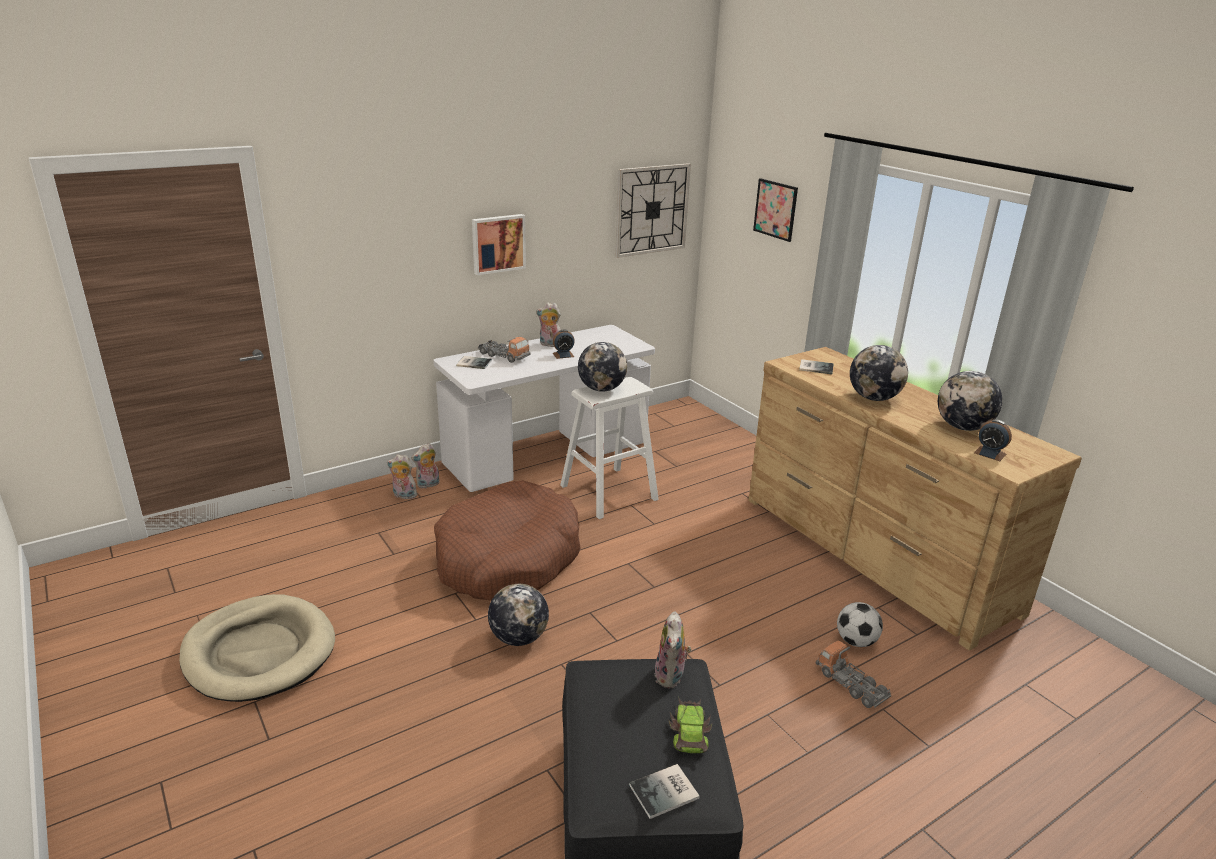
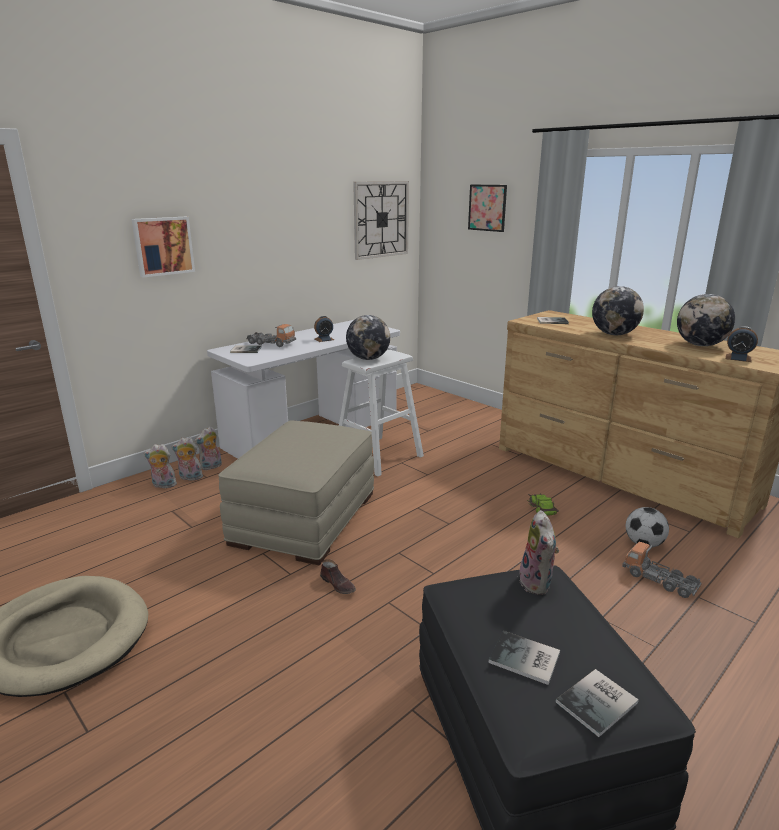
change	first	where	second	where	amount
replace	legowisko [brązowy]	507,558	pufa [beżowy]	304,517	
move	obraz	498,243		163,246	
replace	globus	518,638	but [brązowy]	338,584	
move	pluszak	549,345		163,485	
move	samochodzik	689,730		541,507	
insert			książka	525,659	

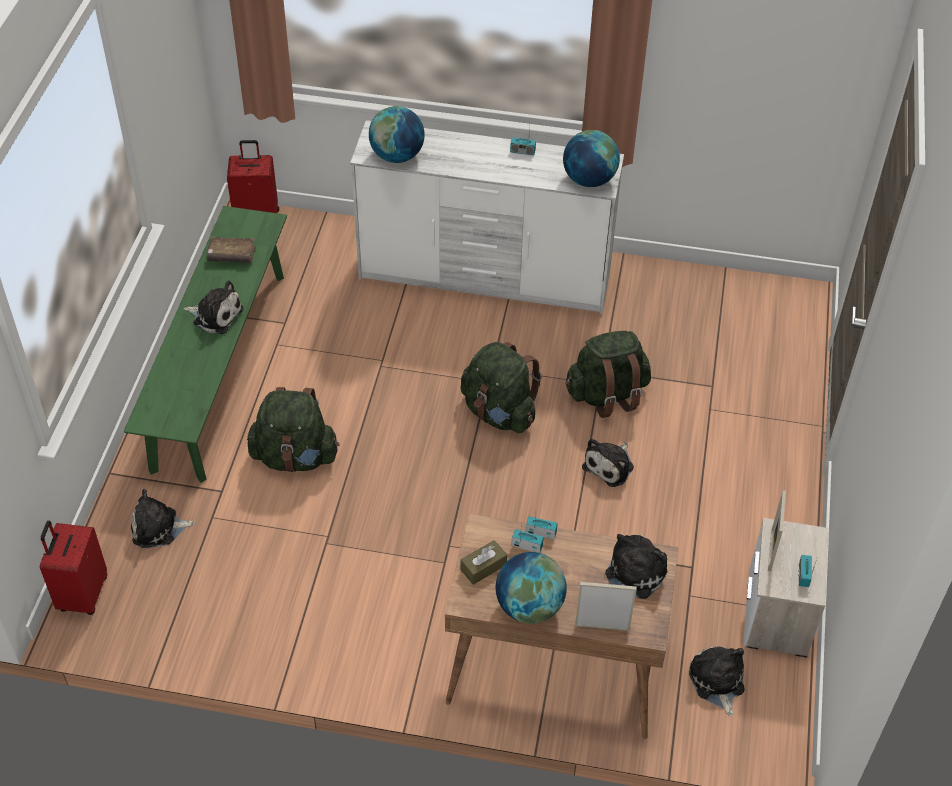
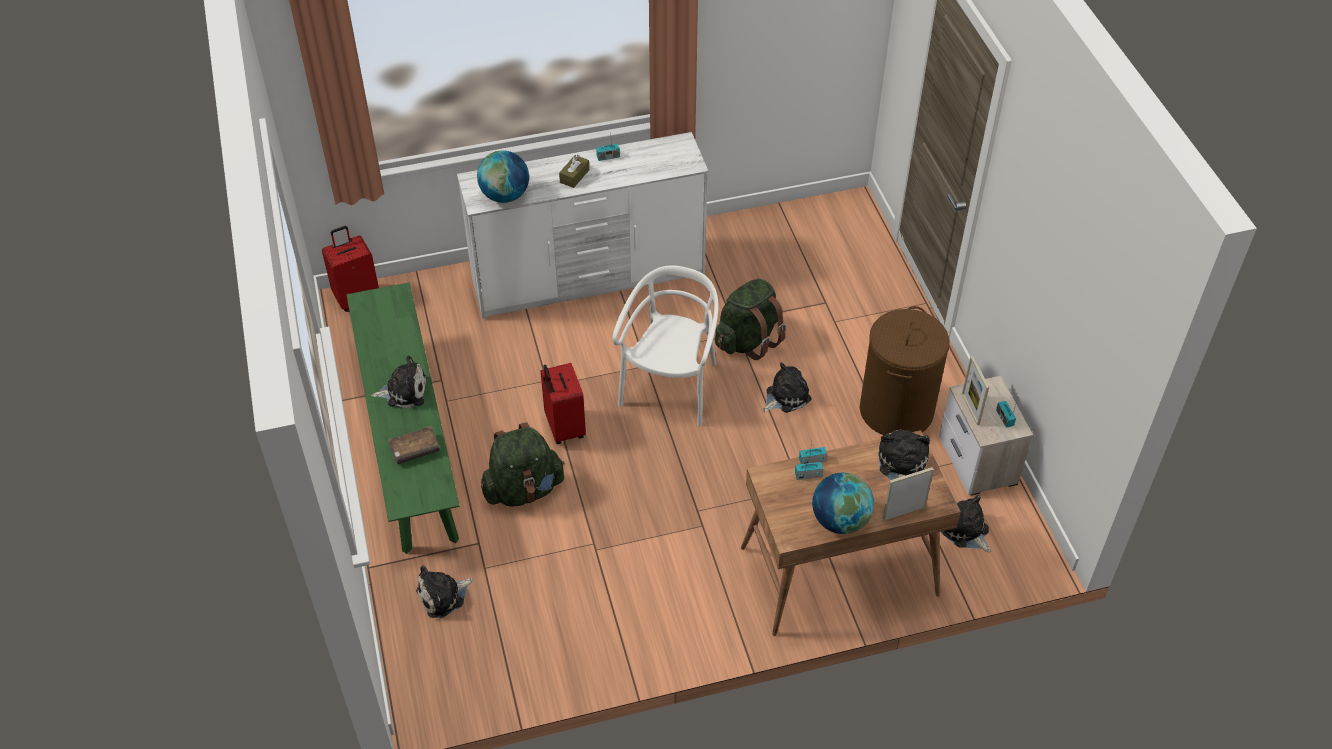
change	first	where	second	where	amount
move	walizka [czerwony]	82,594		563,428	
move	książka [brązowy]	231,255		415,450	
move	pudełko chusteczek [brązowy]	483,567		574,176	
replace	plecak [zielony]	499,412	krzesło [biały]	671,387	
delete	globus	589,180			
rotate	pluszak	610,466		785,396	135 degrees counterclockwise
insert			kosz na pranie [brązowy]	896,410	

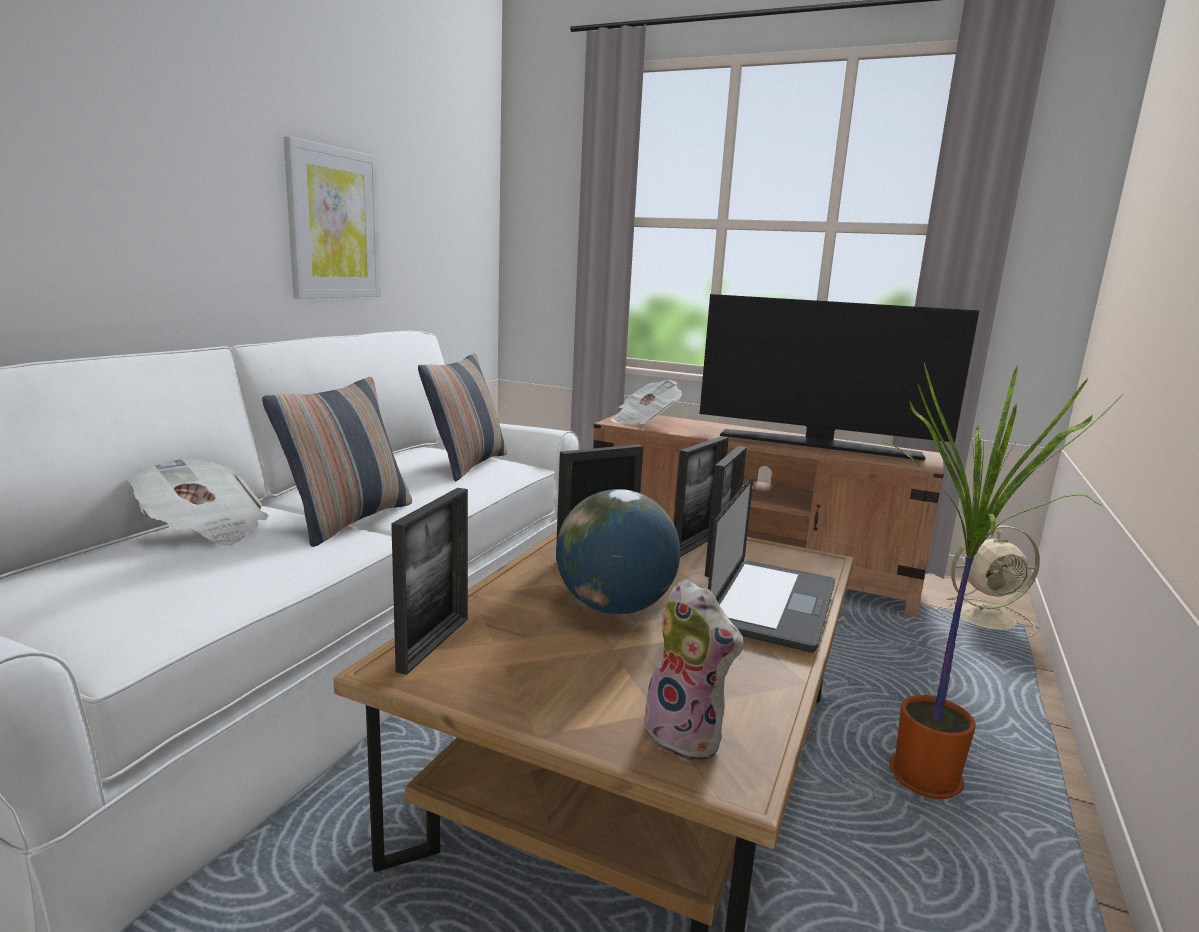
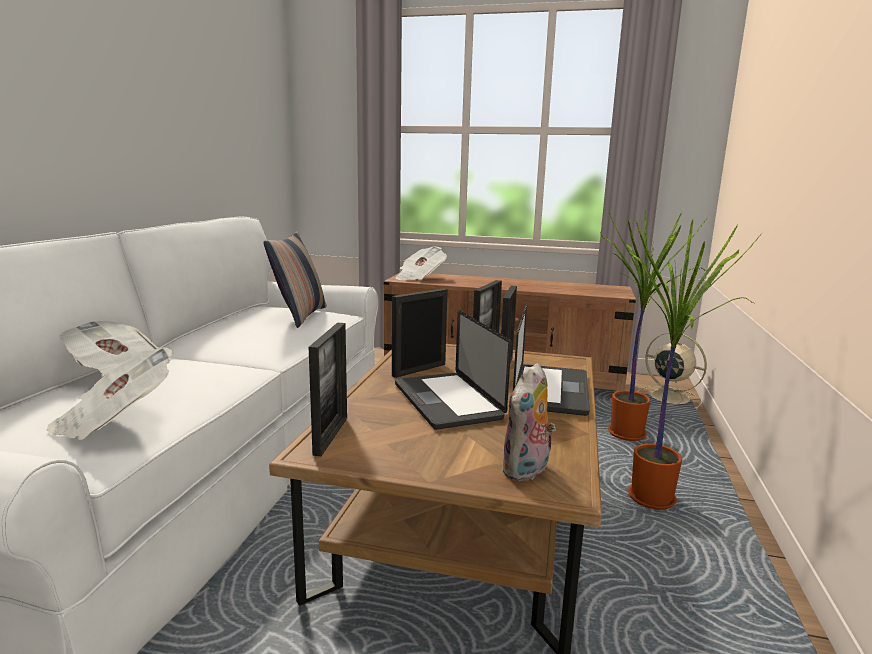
change	first	where	second	where	amount
delete	poduszka	348,520			
delete	obraz	334,224			
replace	globus	615,607	laptop	447,401	
rotate	pluszak	687,736		527,471	90 degrees clockwise
delete	telewizor	819,445			
rotate	wentylator [beżowy]	987,618		667,397	120 degrees counterclockwise
insert			gazeta	115,421	
insert			roślina doniczkowa	628,434	

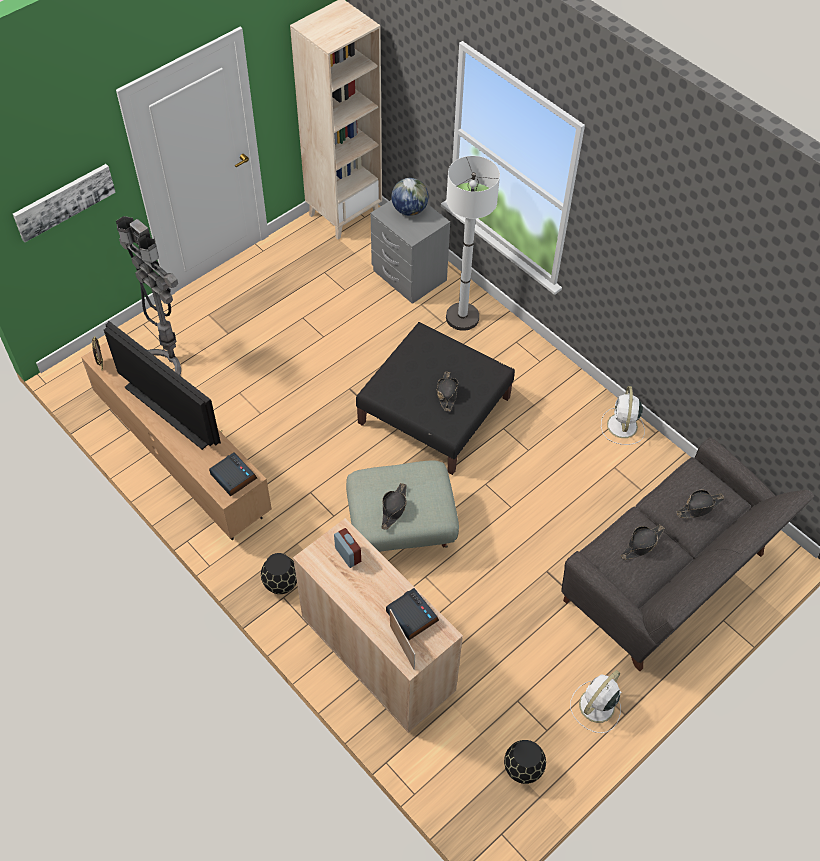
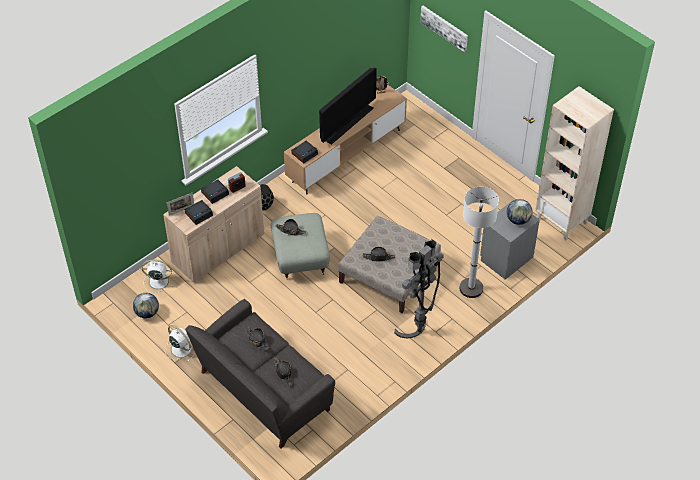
change	first	where	second	where	amount
move	lampa stojąca [szary]	169,361		417,330	
recolor	pufa [czarny]	433,411	pufa [beżowy]	389,273	
replace	wazon [czarny]	522,768	globus	147,313	
move	wentylator [biały]	622,427		158,281	
insert			budzik	215,193	

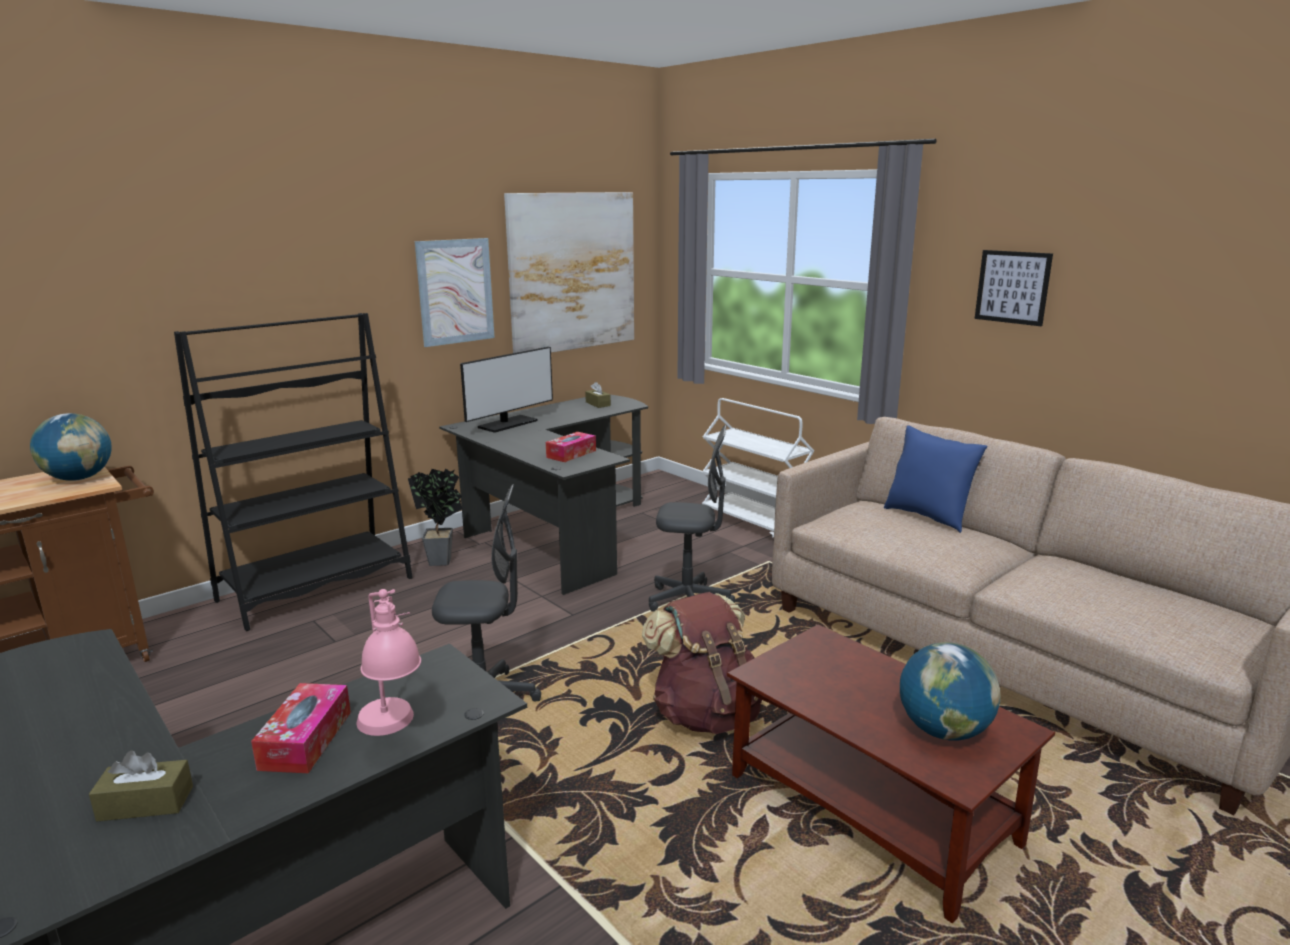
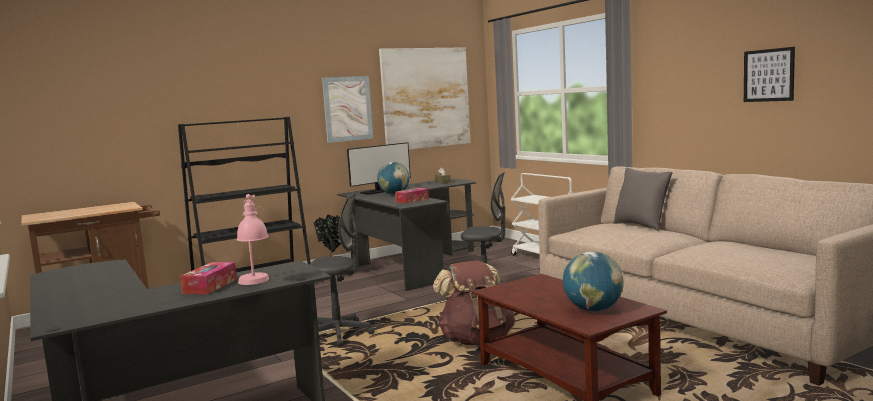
change	first	where	second	where	amount
move	globus	79,478		394,194	
delete	pudełko chusteczek [brązowy]	146,803			
recolor	poduszka [niebieski]	928,517	poduszka [szary]	641,226	
move	obraz	1012,287		768,75	

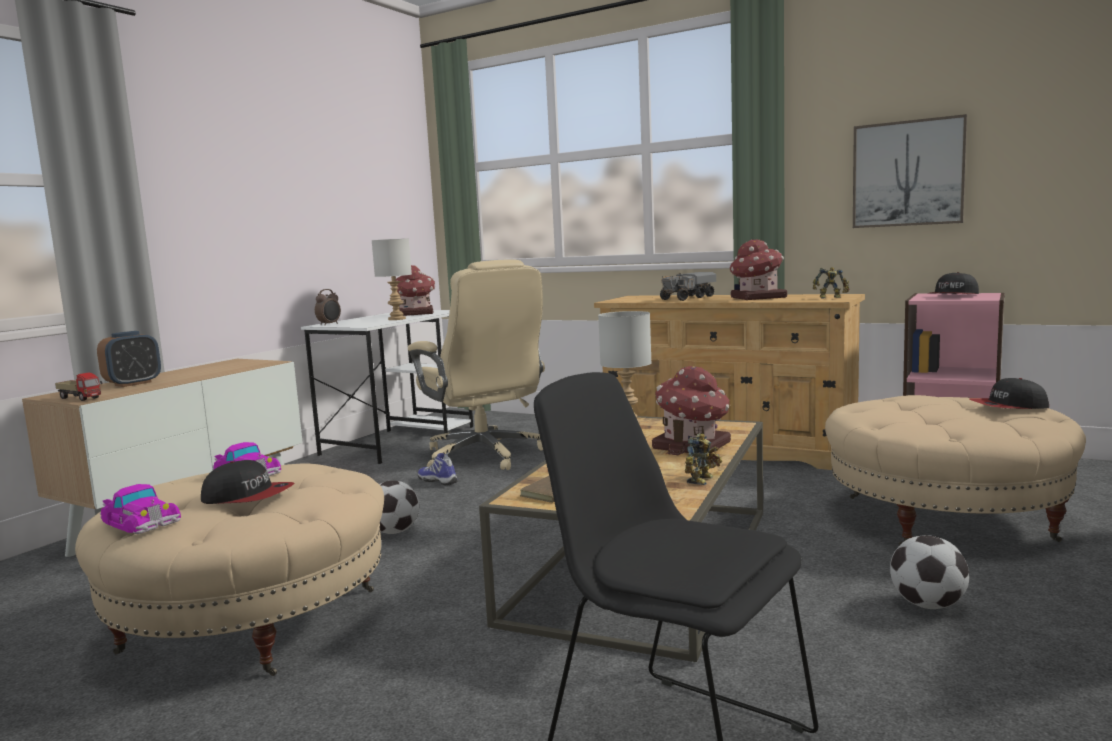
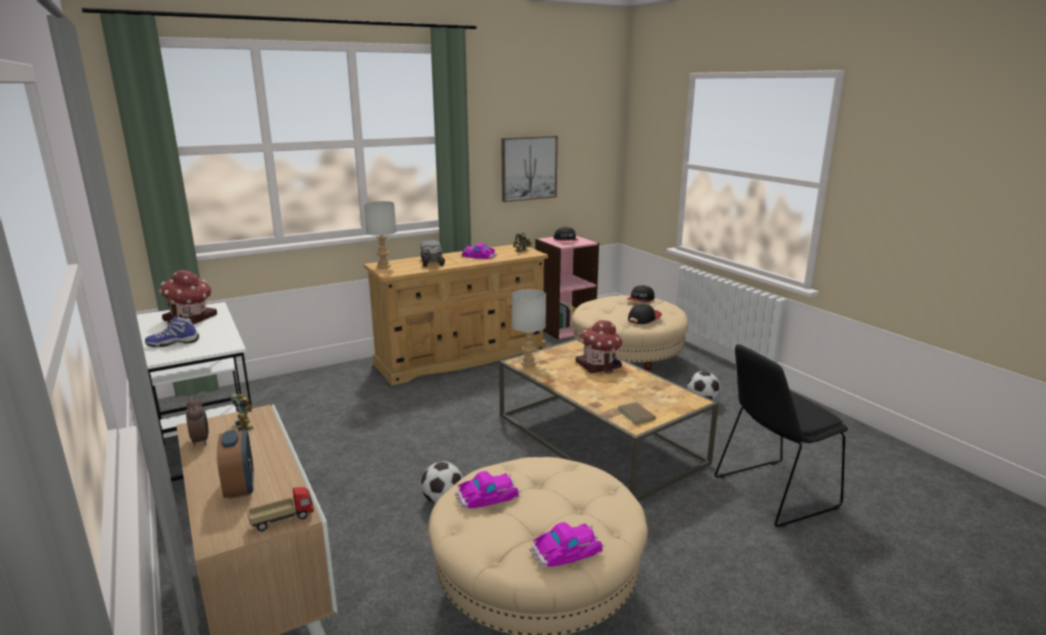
change	first	where	second	where	amount
move	czapka z daszkiem	248,496		644,318	
move	budzik	329,324		201,441	
move	lampa stołowa [szary]	397,319		384,266	
delete	krzesło biurowe [beżowy]	484,455			
move	but	438,481		173,343	
move	robot zabawkowy	703,480		246,425	
replace	domek	757,298	samochodzik	479,256	

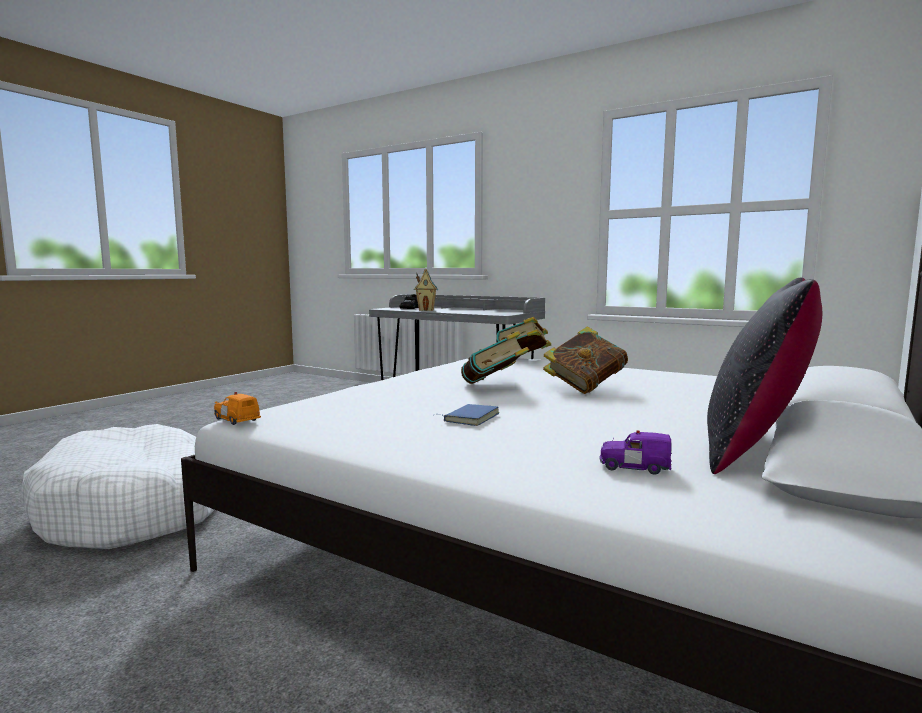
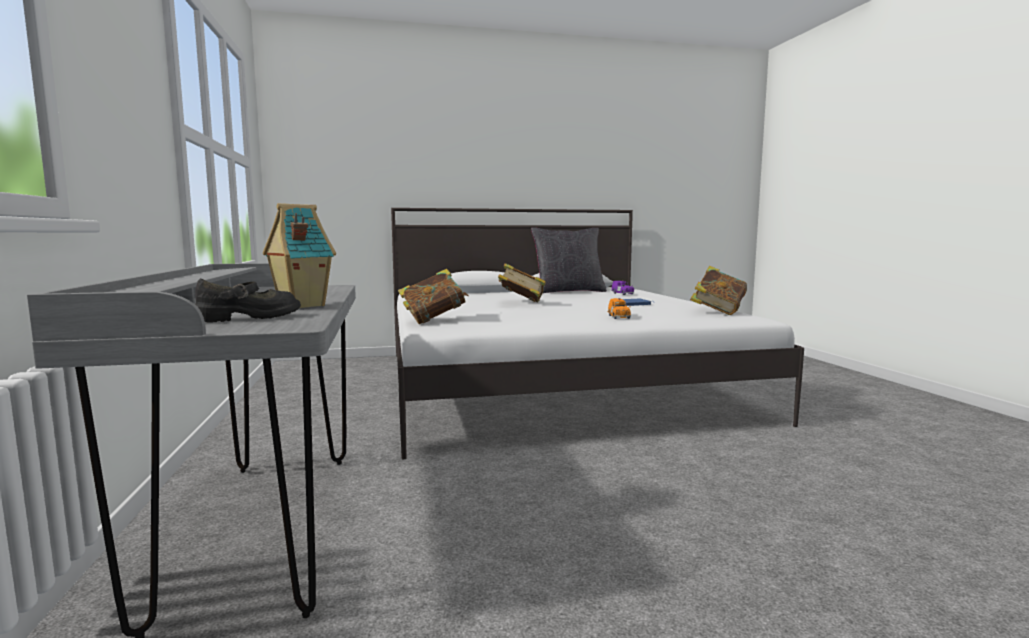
change	first	where	second	where	amount
delete	legowisko [biały]	134,509			
move	samochodzik [pomarańczowy]	237,420		618,317	
move	książka	493,386		718,312	

